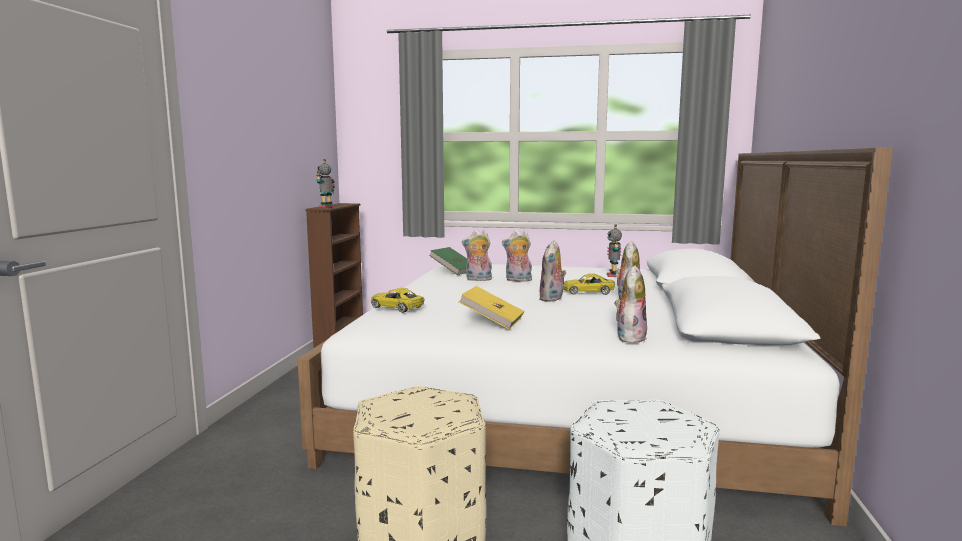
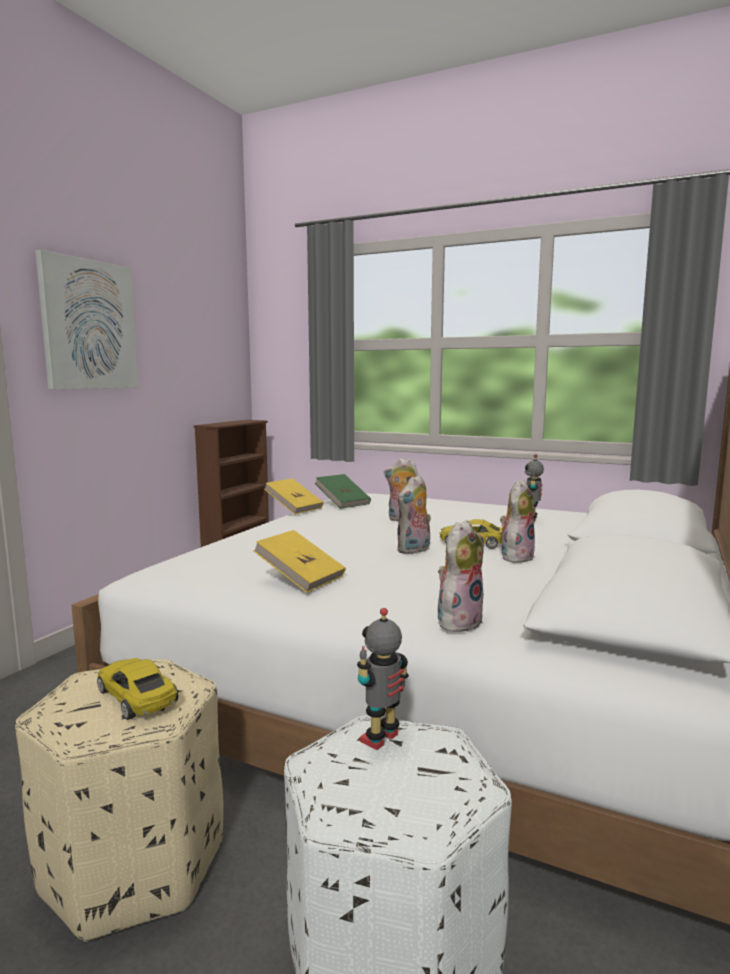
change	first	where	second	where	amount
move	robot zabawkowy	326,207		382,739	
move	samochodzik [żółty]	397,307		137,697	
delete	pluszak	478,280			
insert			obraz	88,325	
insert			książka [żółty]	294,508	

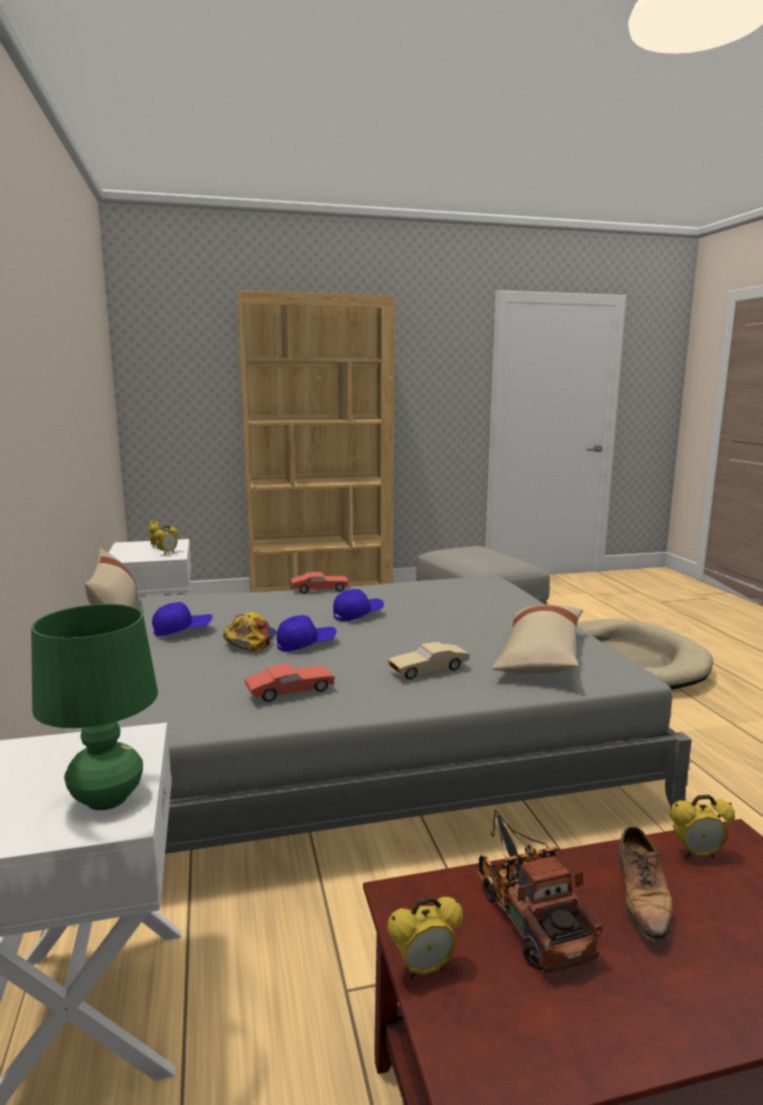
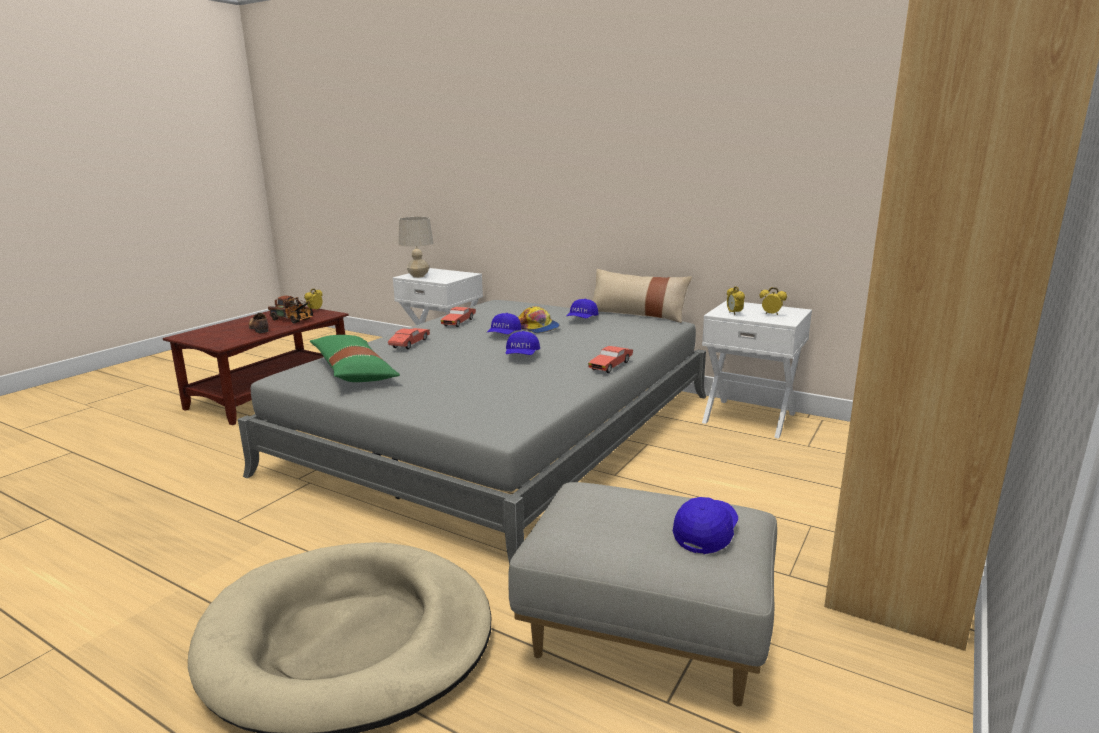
change	first	where	second	where	amount
recolor	lampa stołowa [zielony]	107,798	lampa stołowa [beżowy]	418,276	
recolor	samochodzik [beżowy]	429,670	samochodzik [czerwony]	410,344	
recolor	poduszka [beżowy]	540,655	poduszka [zielony]	353,372	
delete	budzik	697,854			
insert			czapka z daszkiem [niebieski]	706,533	

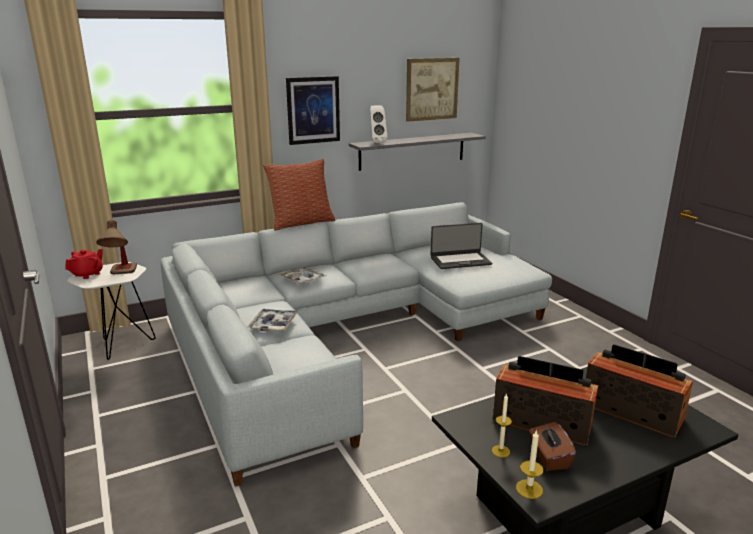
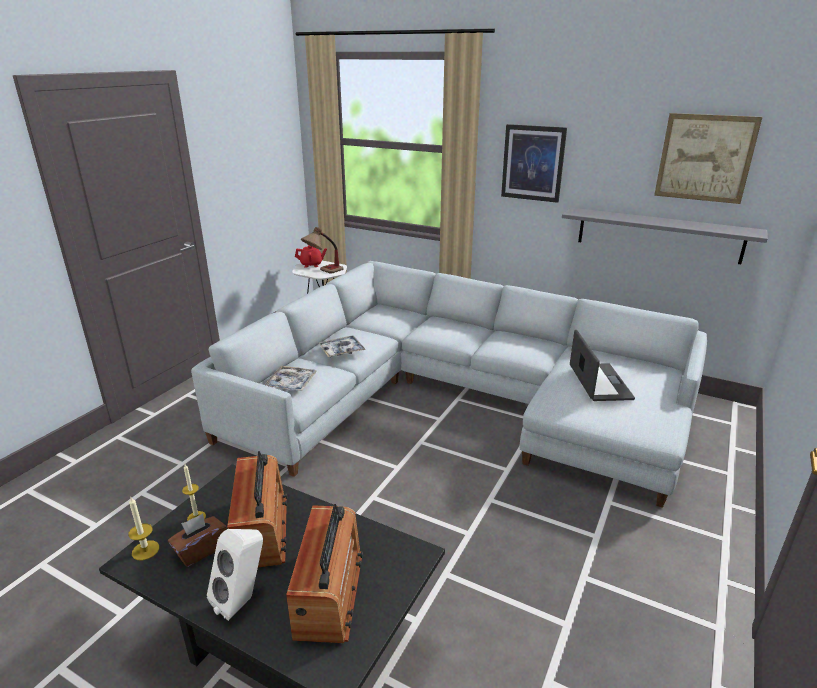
change	first	where	second	where	amount
delete	poduszka	301,223			
move	taca	302,280		291,383	
move	głośnik [biały]	376,142		243,600	
rotate	laptop	460,261		599,382	135 degrees counterclockwise

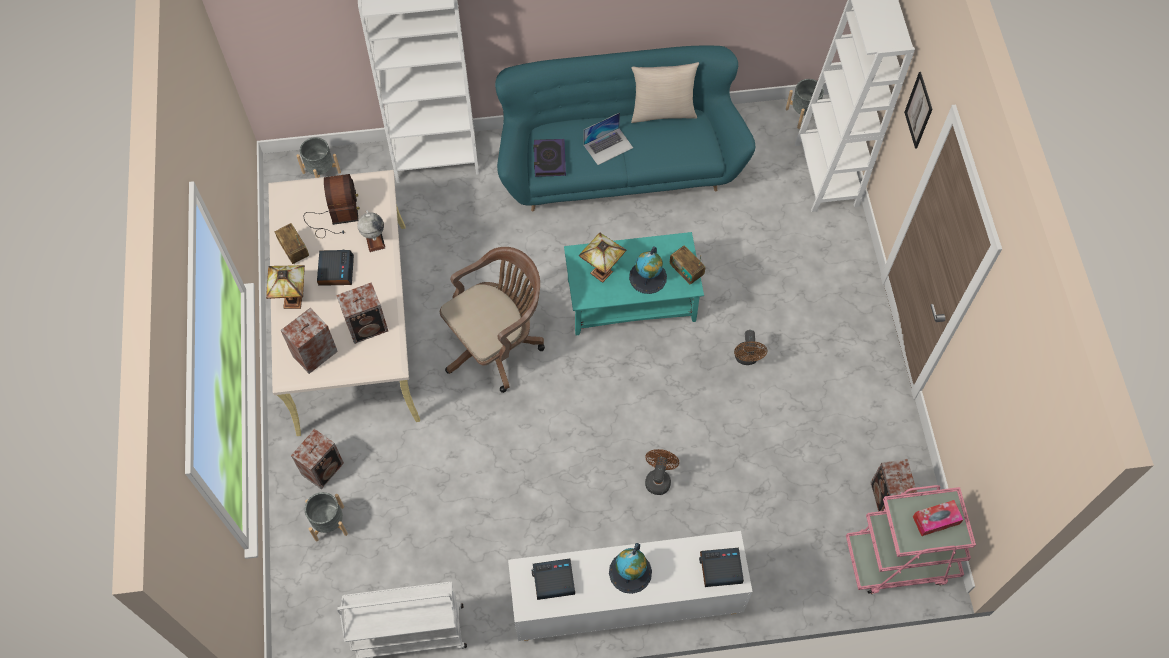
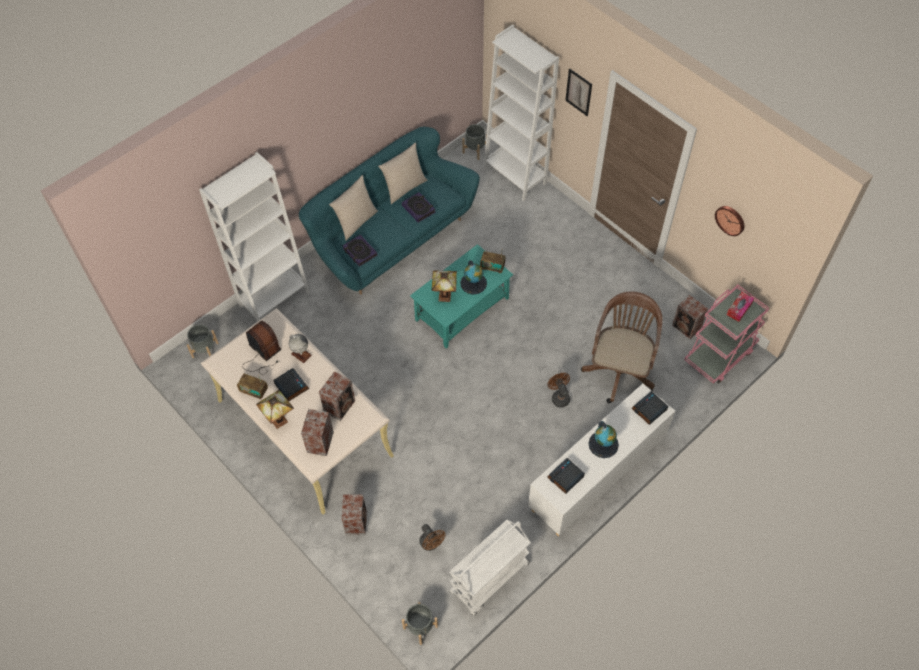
change	first	where	second	where	amount
move	donica [szary]	329,523		420,627	
move	krzesło biurowe [brązowy]	496,343		620,368	
delete	laptop	608,146			
move	wentylator [brązowy]	747,358		431,544	
insert			poduszka [beżowy]	356,222	
insert			książka	418,209	
insert			zegar ścienny	730,220	

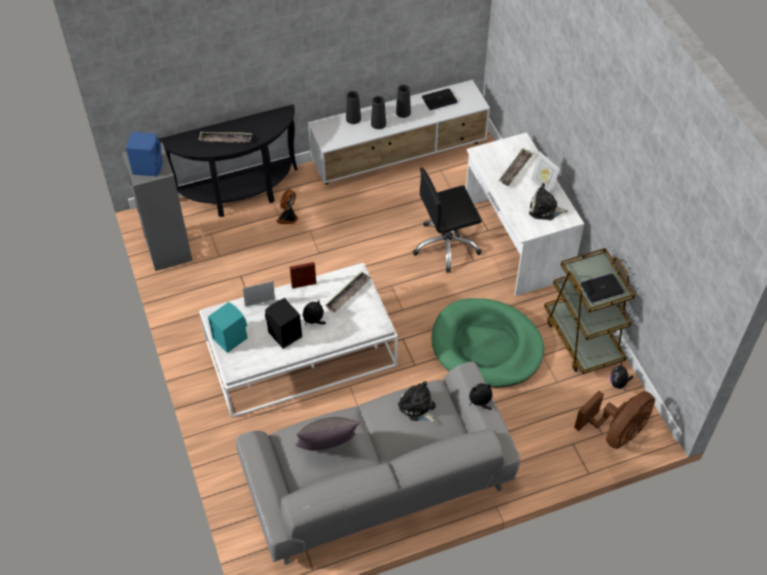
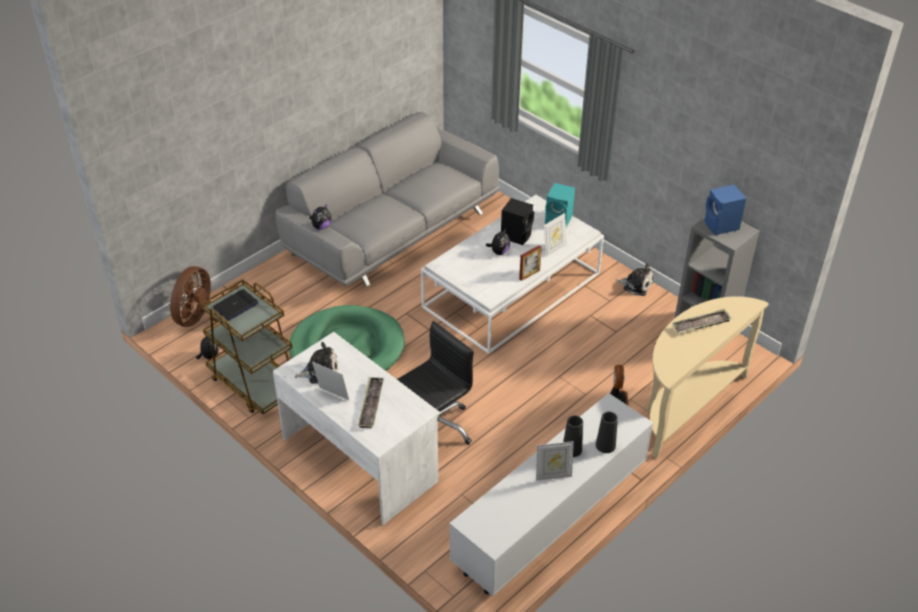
change	first	where	second	where	amount
recolor	stolik konsolowy [czarny]	240,195	stolik konsolowy [beżowy]	686,405	
delete	poduszka [szary]	328,448			
delete	taca	348,294			
replace	wazon [czarny]	403,112	ramka na zdjęcie	553,475	
move	pluszak	418,407		636,285	
delete	laptop	439,100			

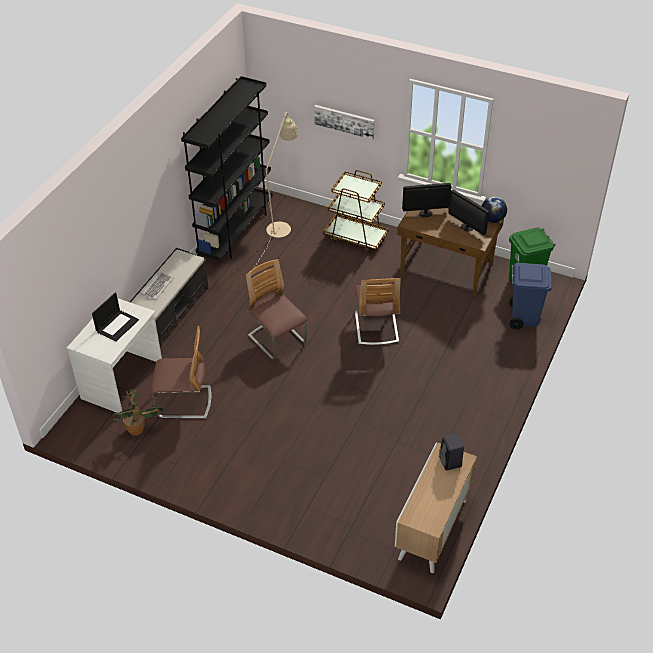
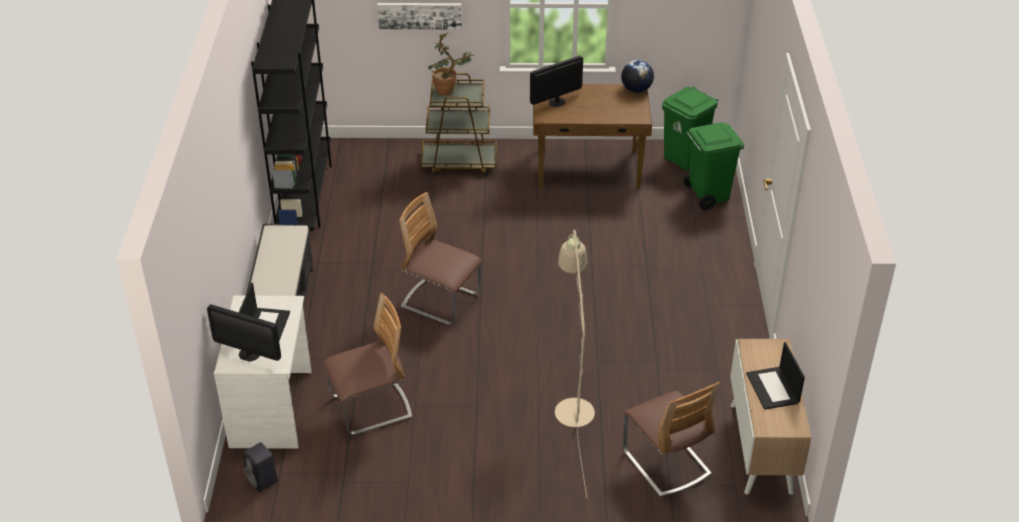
change	first	where	second	where	amount
move	roślina doniczkowa	140,430		449,90	
delete	klawiatura	157,287			
move	lampa stojąca [beżowy]	281,225		573,404	
move	krzesło	376,327		666,462	
move	głośnik [czarny]	451,462		263,480	
move	monitor	467,227		249,354	
recolor	kosz na śmieci [niebieski]	523,317	kosz na śmieci [zielony]	707,195	
insert			laptop	773,388	

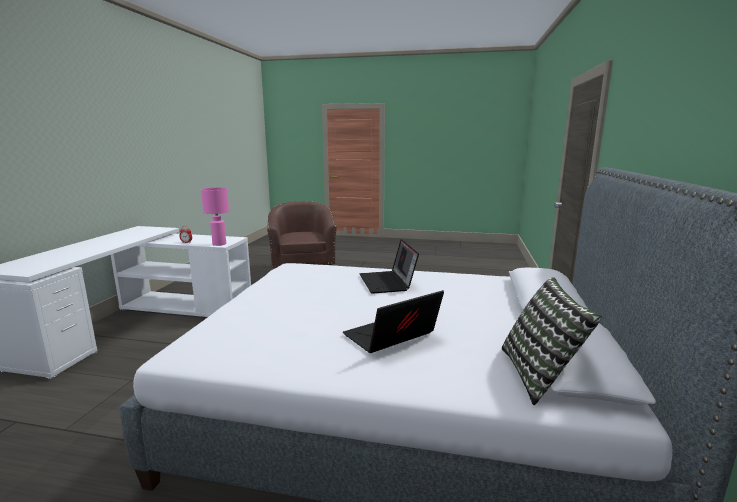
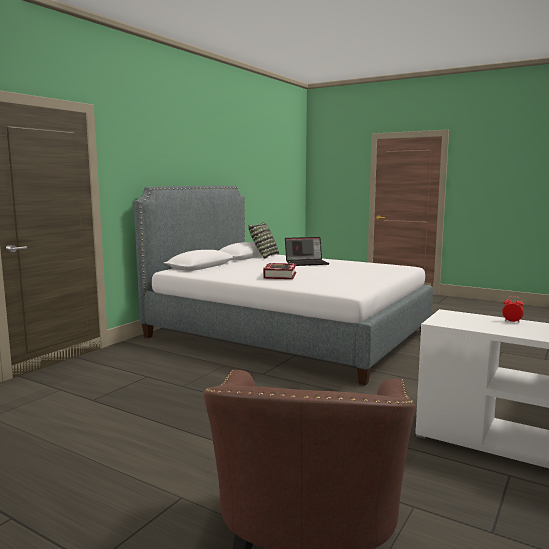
change	first	where	second	where	amount
delete	lampa stołowa [różowy]	219,244			
replace	laptop	388,283	książka	279,275	

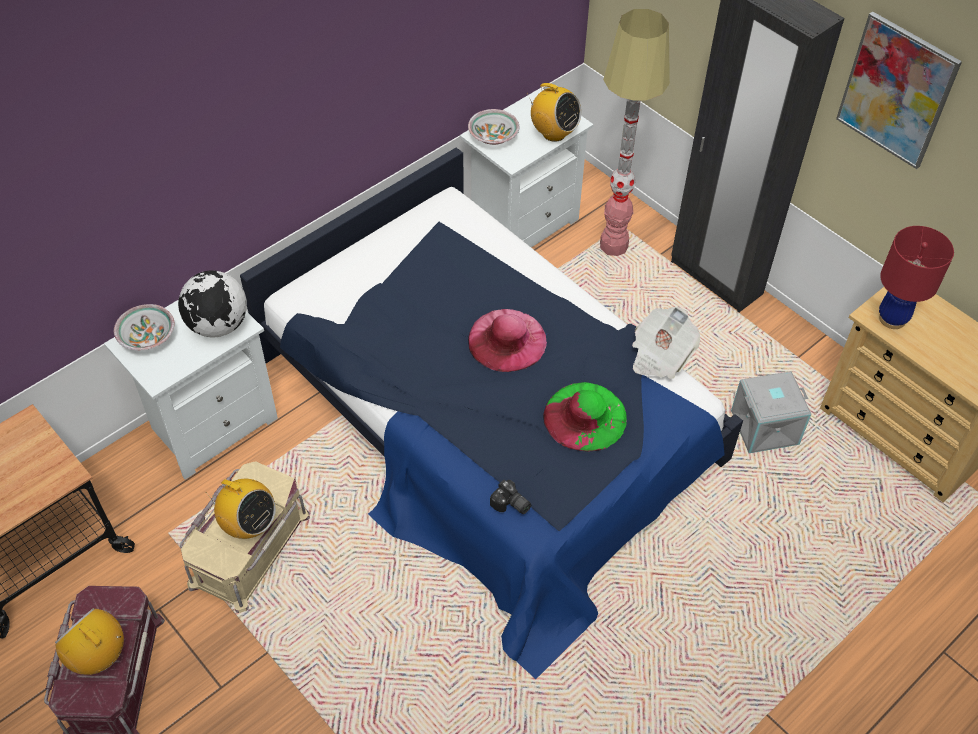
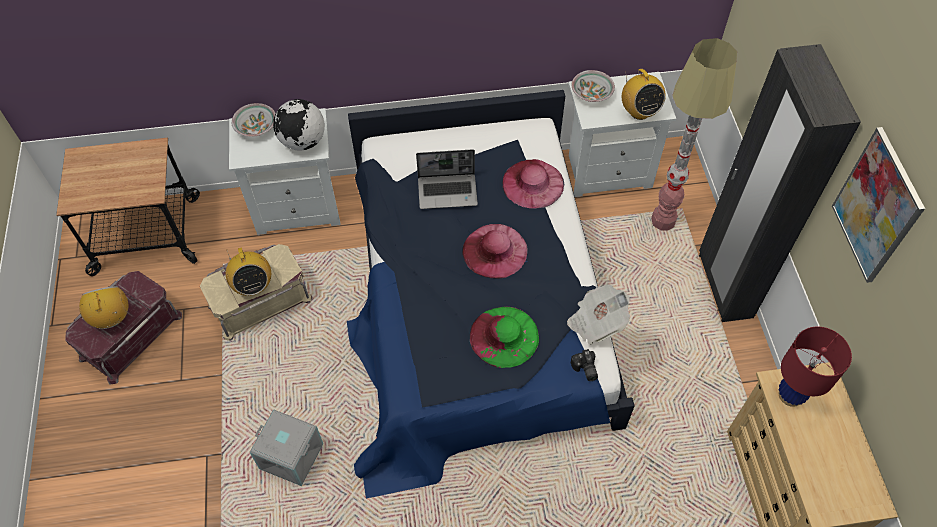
change	first	where	second	where	amount
move	aparat fotograficzny	510,505		584,370	
move	pojemnik do przechowywania [szary]	764,427		292,455	
insert			laptop	448,191	
insert			kapelusz [różowy]	533,183	

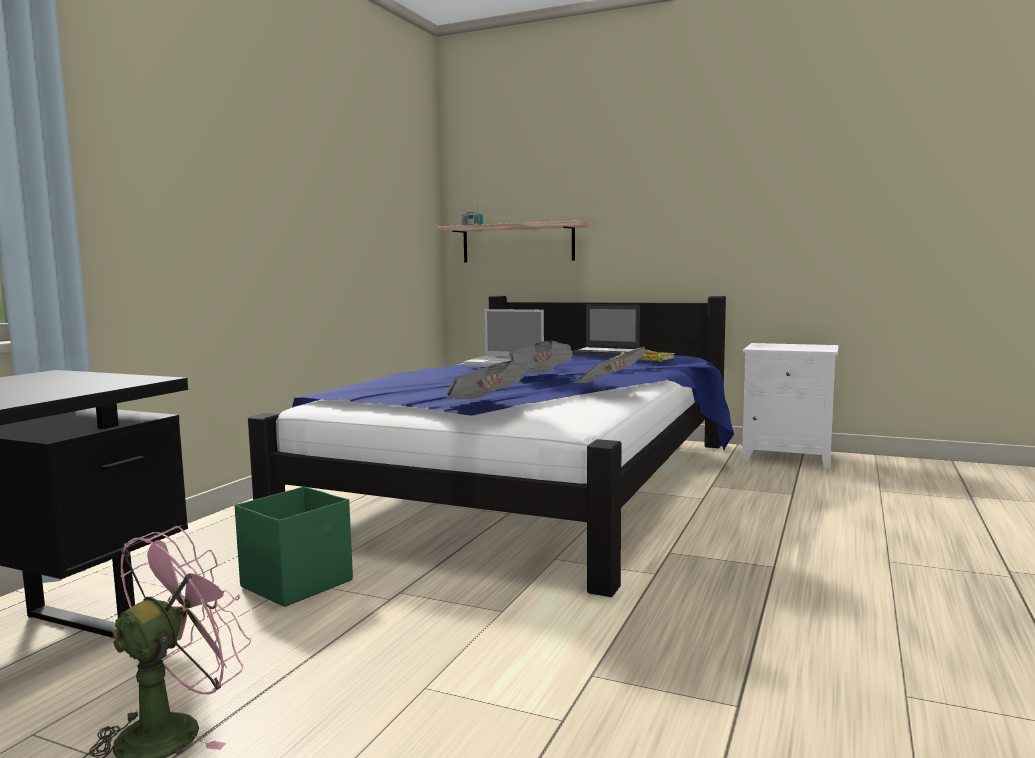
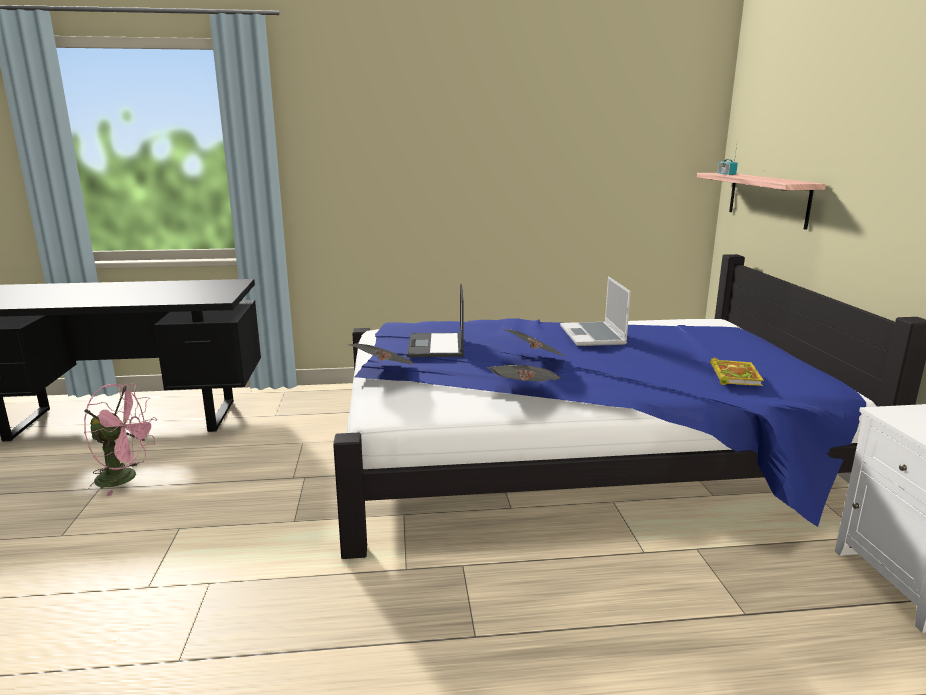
change	first	where	second	where	amount
delete	pojemnik do przechowywania [zielony]	298,583			
move	laptop	605,353		436,346	

